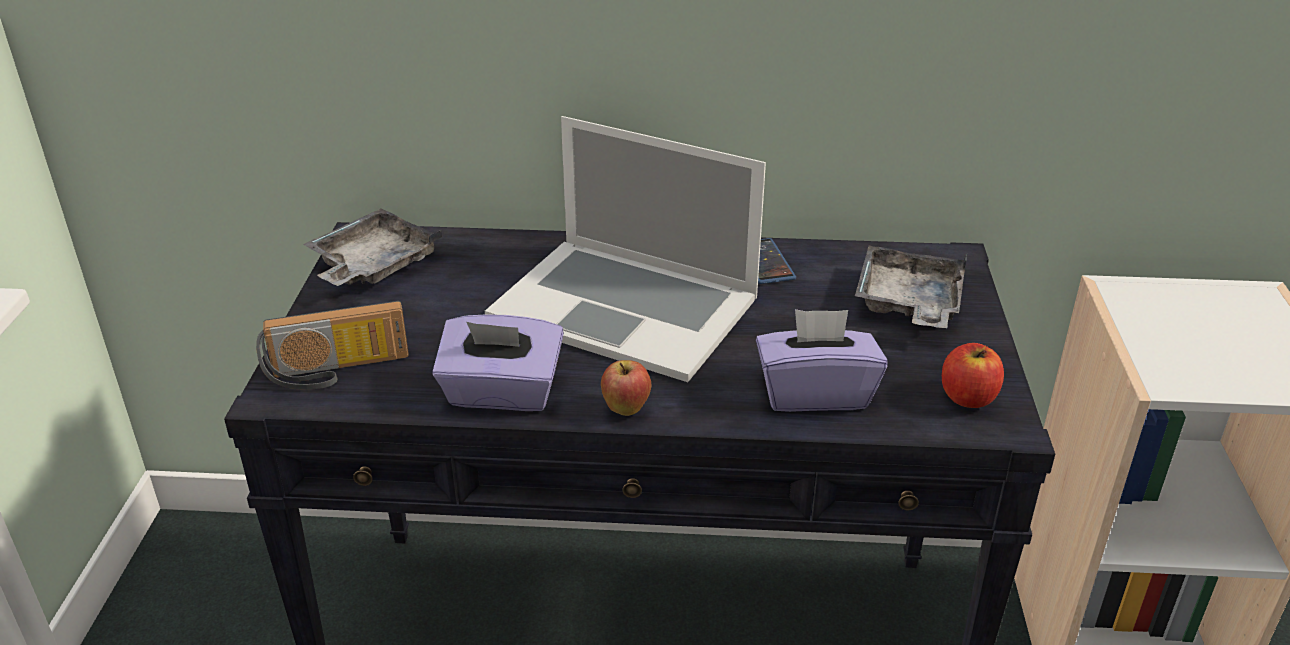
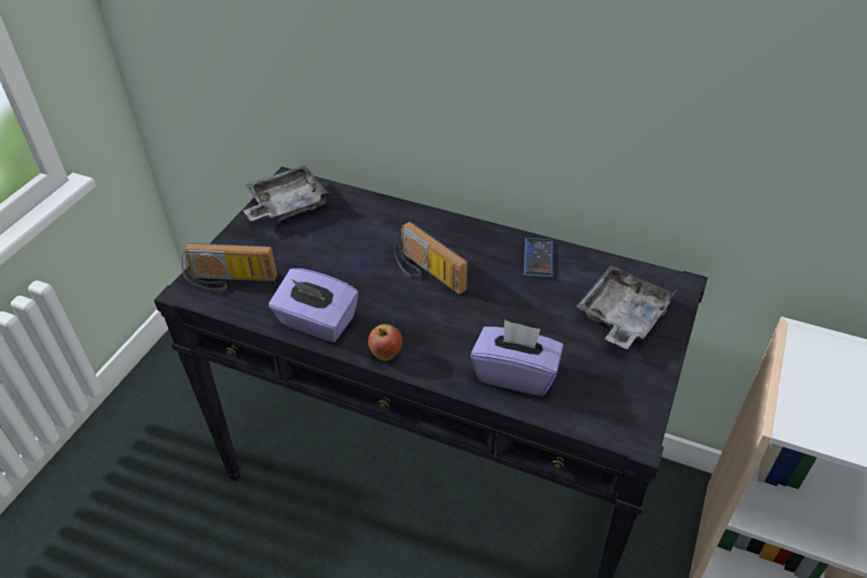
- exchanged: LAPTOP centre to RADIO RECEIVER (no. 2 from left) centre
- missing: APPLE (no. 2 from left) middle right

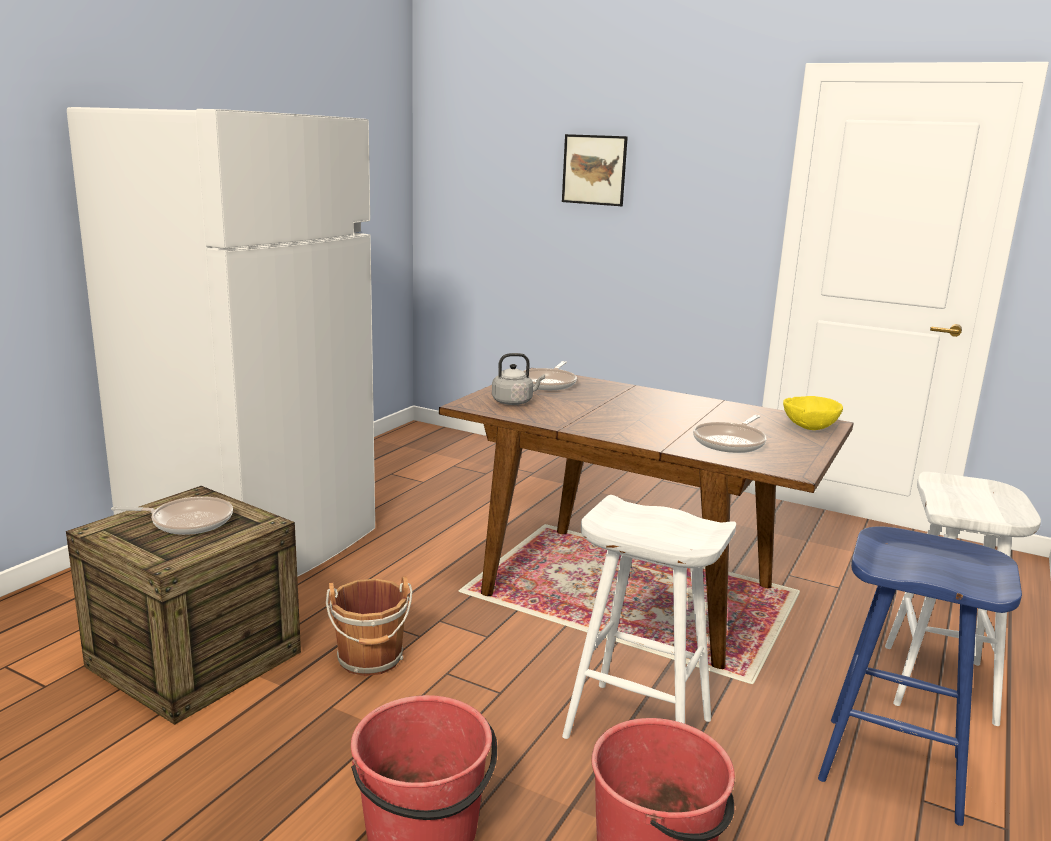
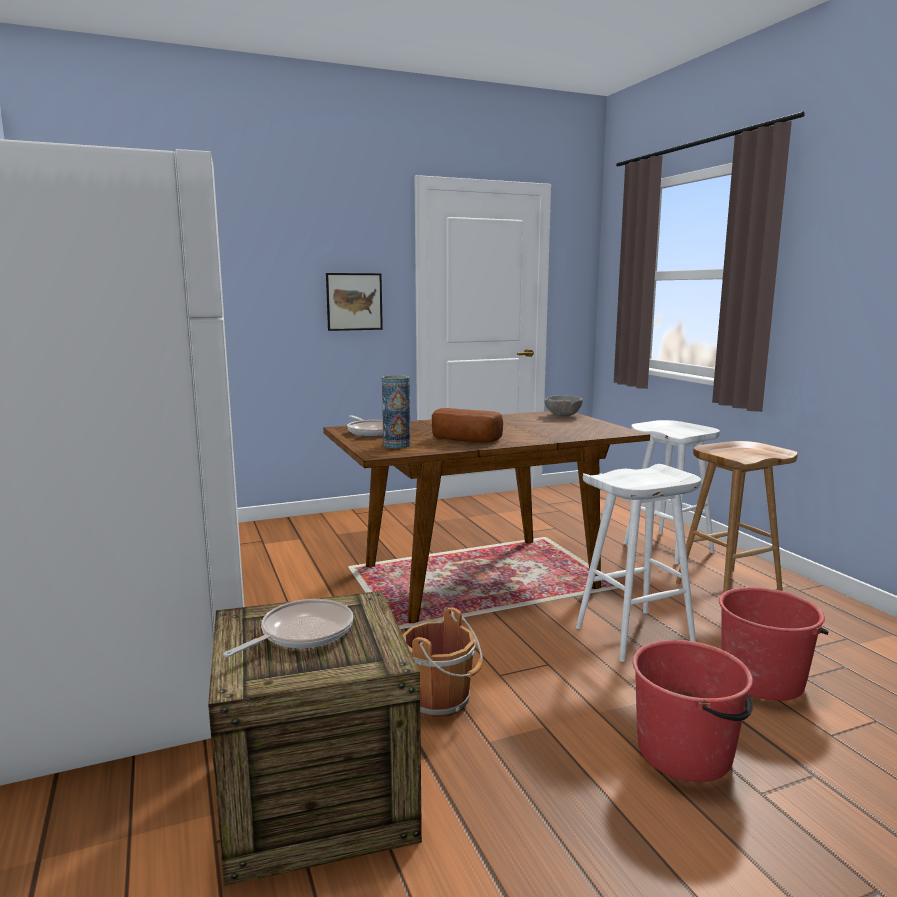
- exchanged: GREYISH KETTLE centre to FLOWER VASE centre
- relocated: PICTURE top centre to centre
- missing: FRYING PAN (no. 3 from left) middle right
- colour: YELLOW BOWL middle right to GREYISH BOWL centre
- colour: BLUISH STOOL SEAT bottom right to BROWNISH STOOL SEAT middle right
- appeared: BAKERY BREAD centre

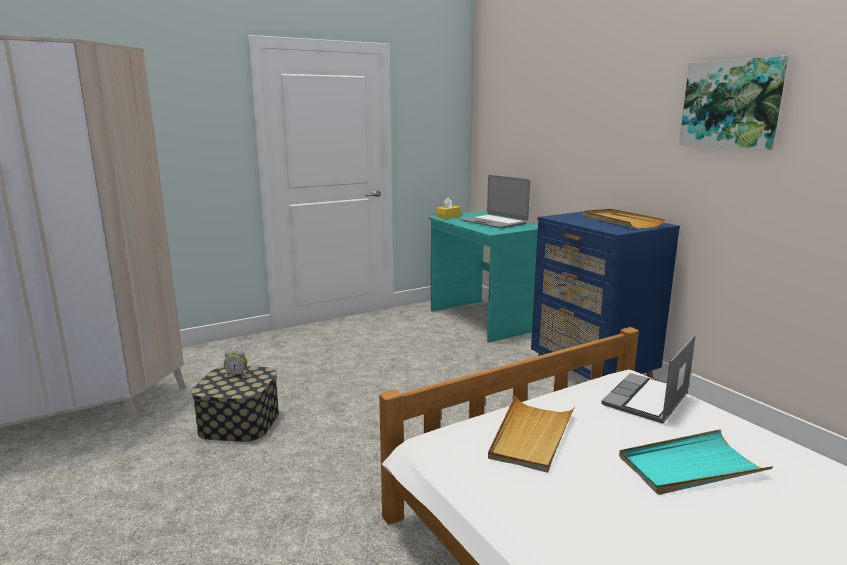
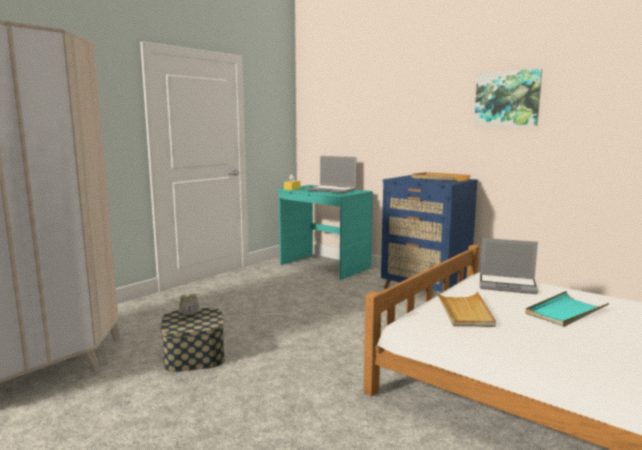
- spun: LAPTOP (no. 2 from left) bottom right = middle right 90 degrees counterclockwise

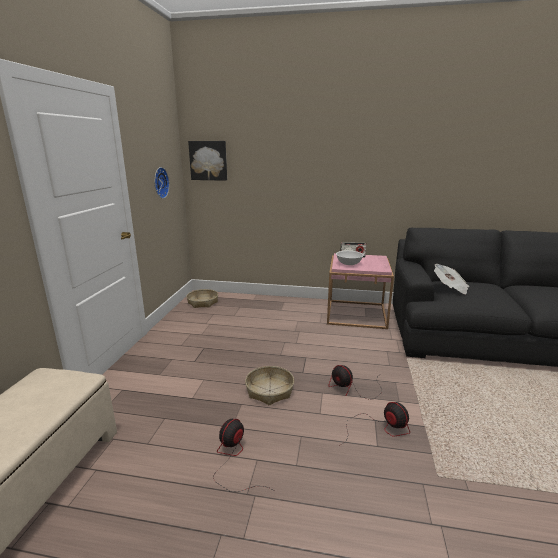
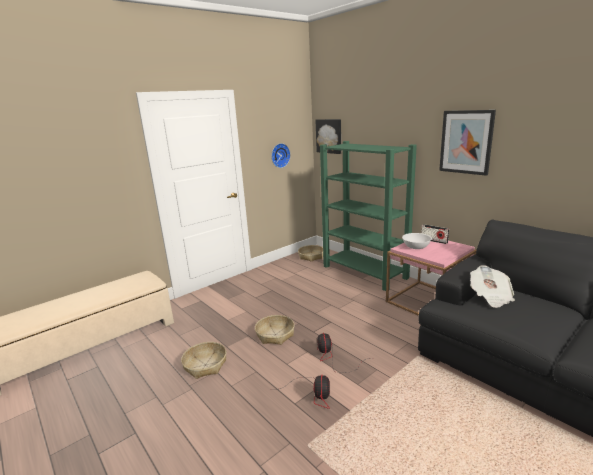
- exchanged: COOLING FAN (no. 1 from left) bottom centre to STORAGE BASKET (no. 1 from left) bottom centre
- appeared: GREEN BOOKCASE centre
- appeared: PICTURE (no. 2 from left) top right

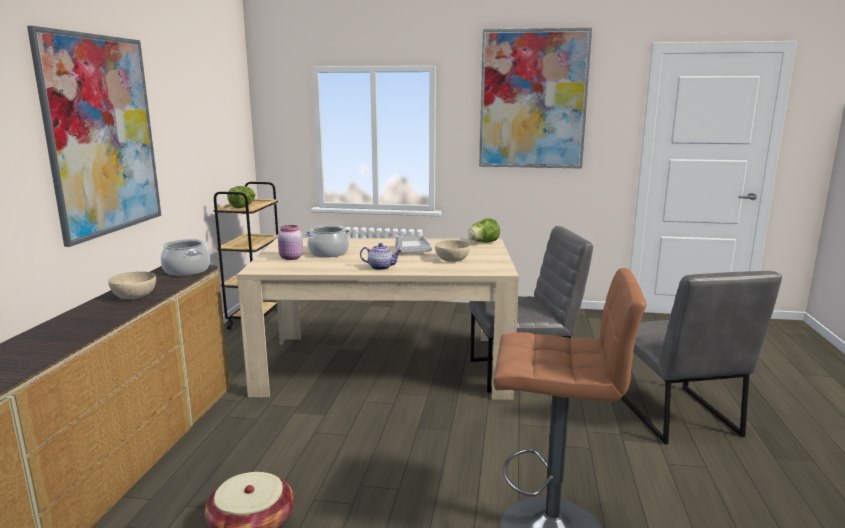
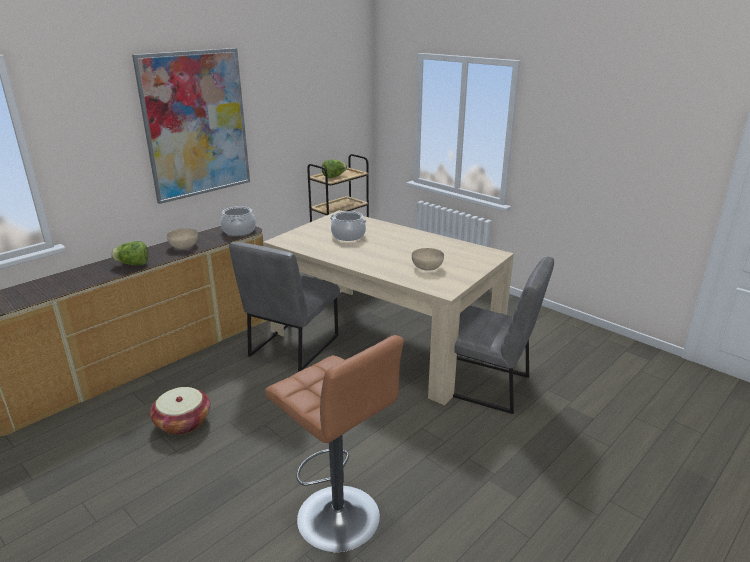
- missing: PINK-COLOURED JAR centre
- missing: TEAPOT centre
- missing: GREYISH TRAY centre
- relocated: LETTUCE (no. 2 from left in the first image) centre to LETTUCE (no. 1 from left) middle left
- missing: PICTURE (no. 2 from left) top centre
- relocated: GREYISH PLAIN CHAIR (no. 2 from left in the first image) bottom right to GREYISH PLAIN CHAIR (no. 1 from left) centre

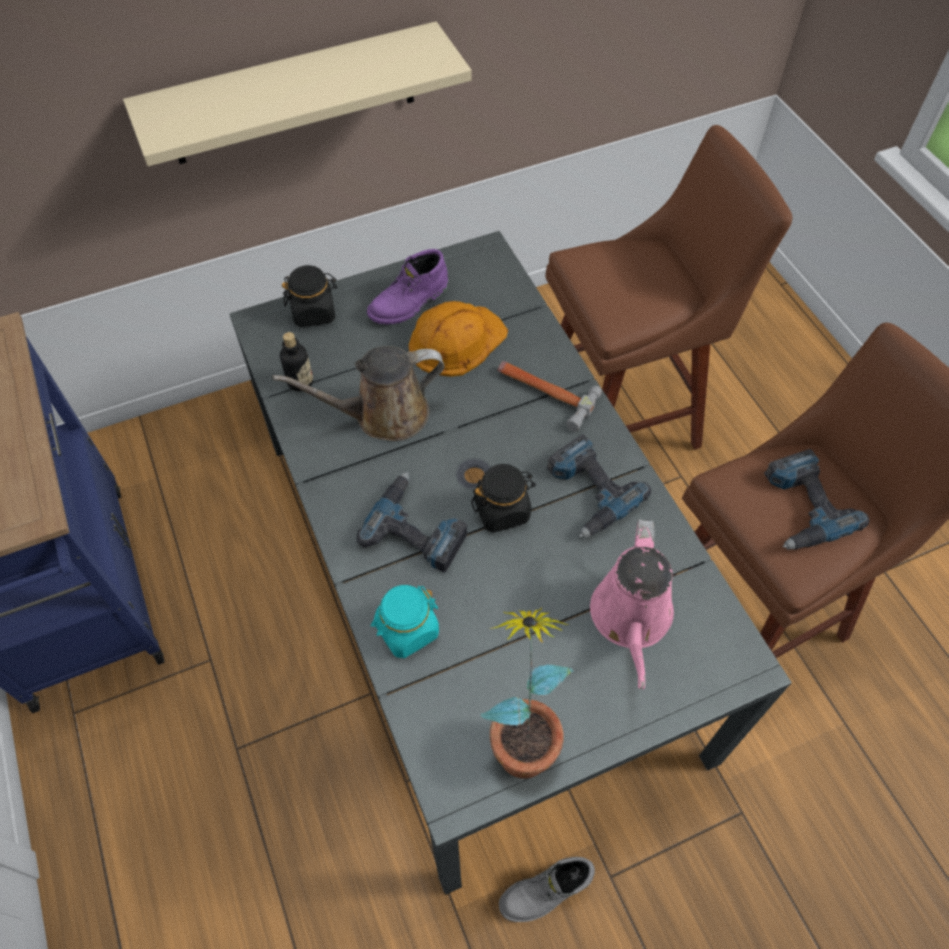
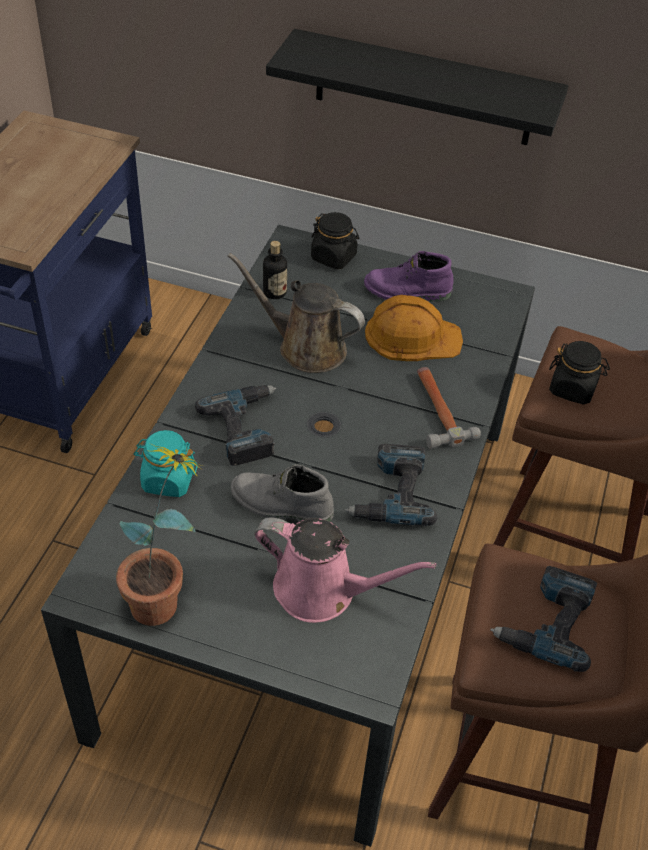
- colour: SAND-COLOURED SHELF top left to BLACK-COLOURED SHELF top centre
- relocated: BLACK-COLOURED JAR (no. 2 from left) centre to middle right
- relocated: GREYISH TALL BOOT bottom centre to centre
- spun: PINK-COLOURED SPRINKLING CAN centre = bottom centre 120 degrees counterclockwise

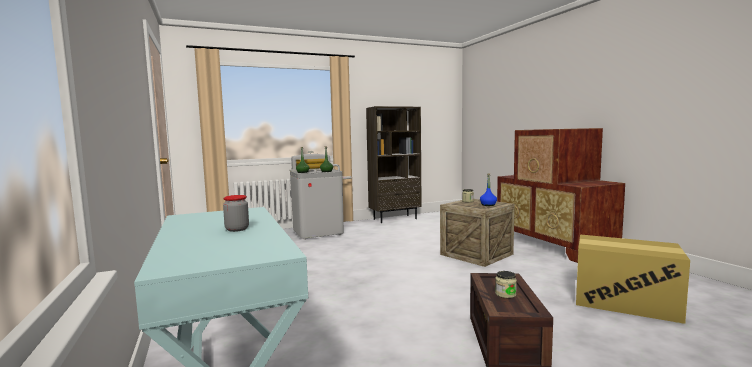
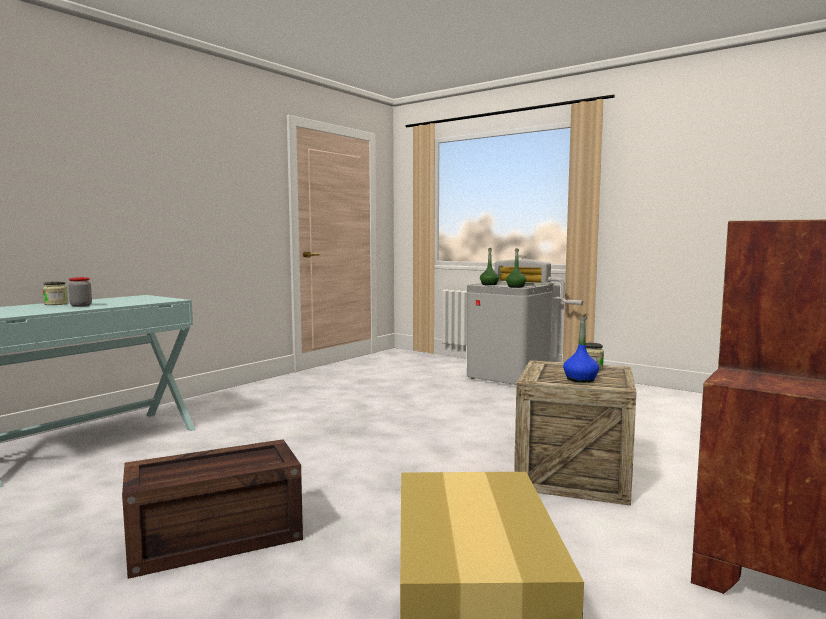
- missing: BROWNISH BOOKCASE centre
- relocated: JAR (no. 3 from left in the first image) bottom right to JAR (no. 1 from left) middle left

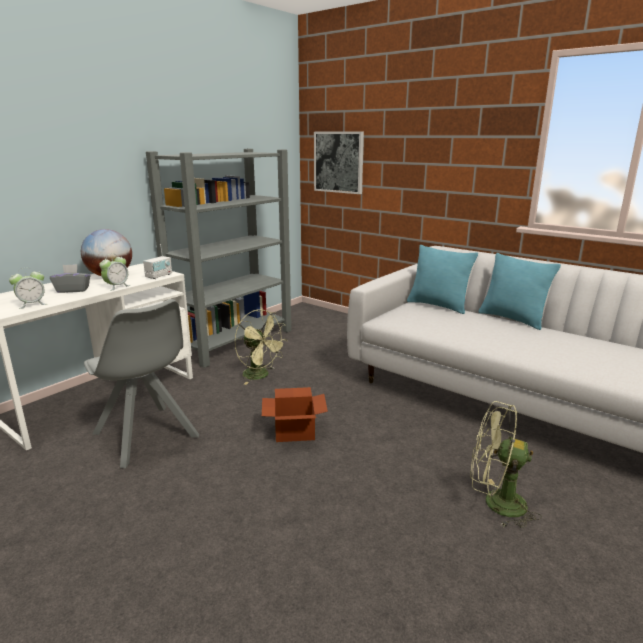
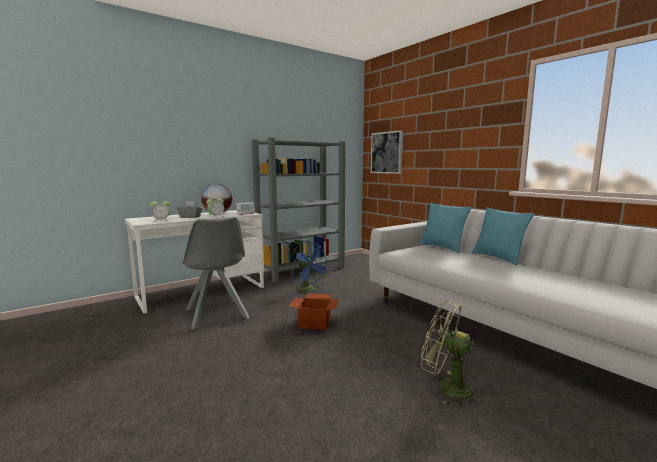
- colour: GREEN COOLING FAN (no. 1 from left) centre to BLUISH COOLING FAN centre

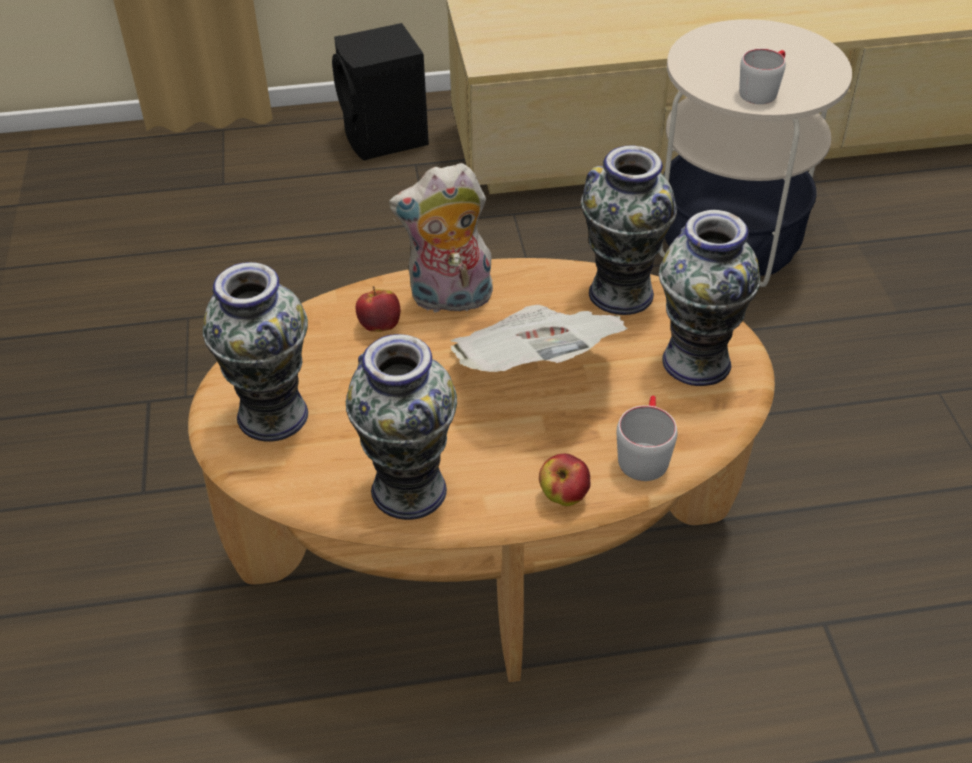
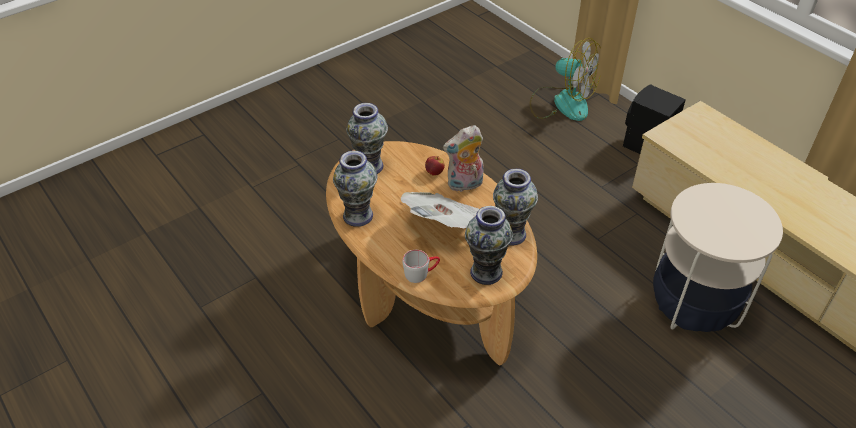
- spun: SOFT TOY top centre = centre 75 degrees counterclockwise
- missing: APPLE (no. 2 from left) centre
- missing: GREYISH MUG (no. 2 from left) top right
- appeared: COOLING FAN top centre

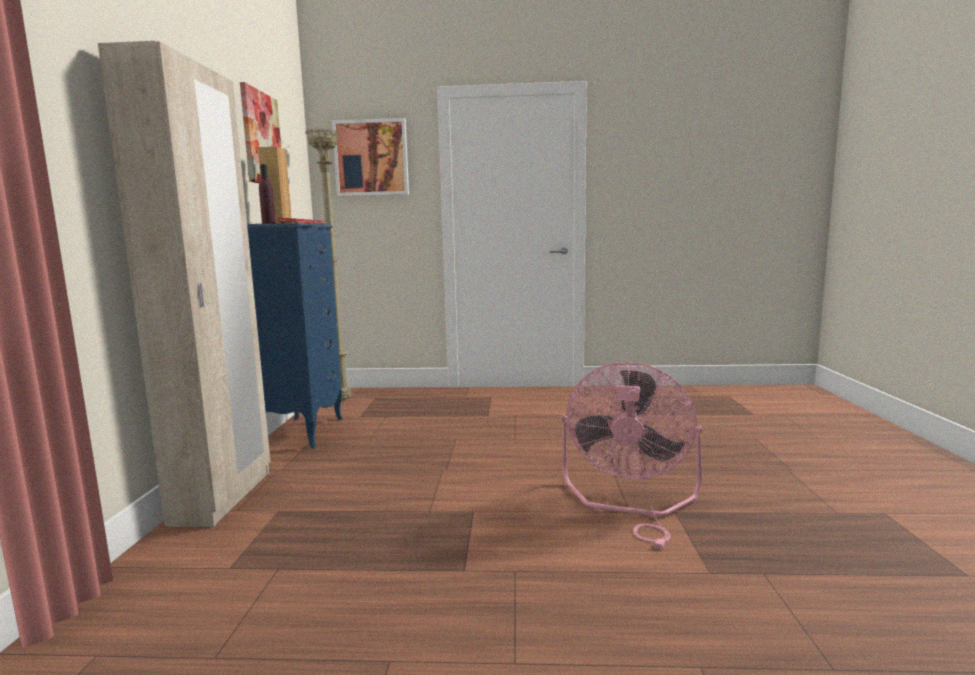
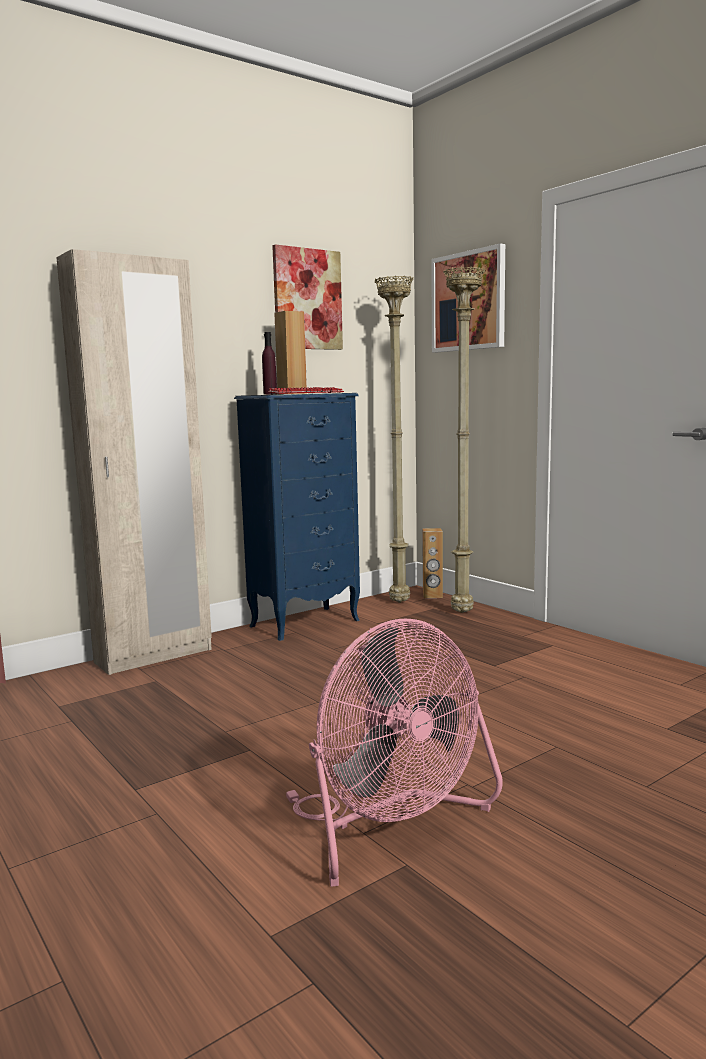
- spun: PINK-COLOURED COOLING FAN bottom centre = bottom centre 75 degrees clockwise
- appeared: BROWNISH LOUDSPEAKER (no. 2 from left) centre
- appeared: SAND-COLOURED STANDARD LAMP (no. 2 from left) centre

